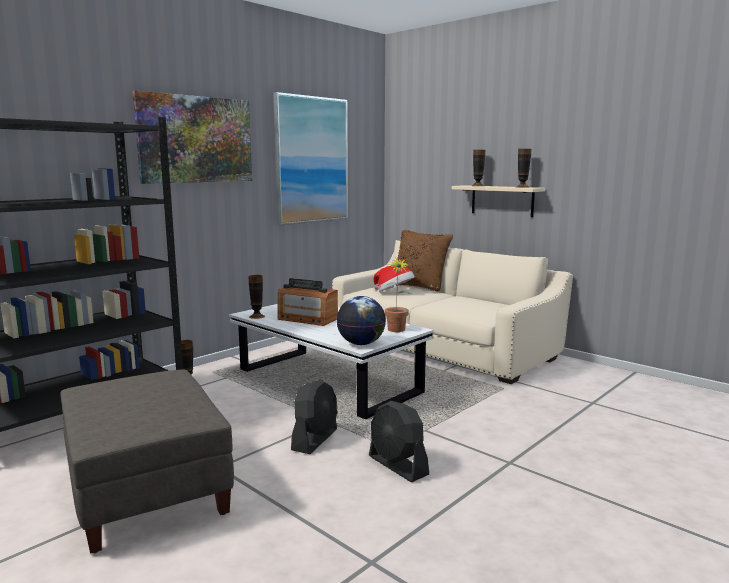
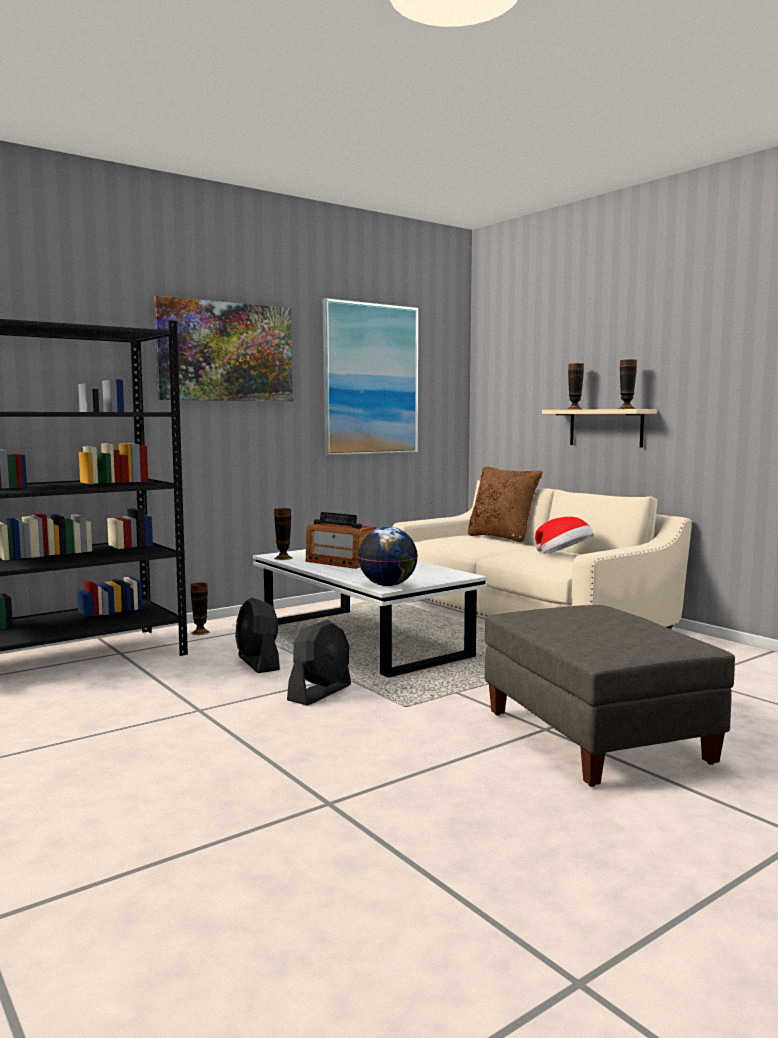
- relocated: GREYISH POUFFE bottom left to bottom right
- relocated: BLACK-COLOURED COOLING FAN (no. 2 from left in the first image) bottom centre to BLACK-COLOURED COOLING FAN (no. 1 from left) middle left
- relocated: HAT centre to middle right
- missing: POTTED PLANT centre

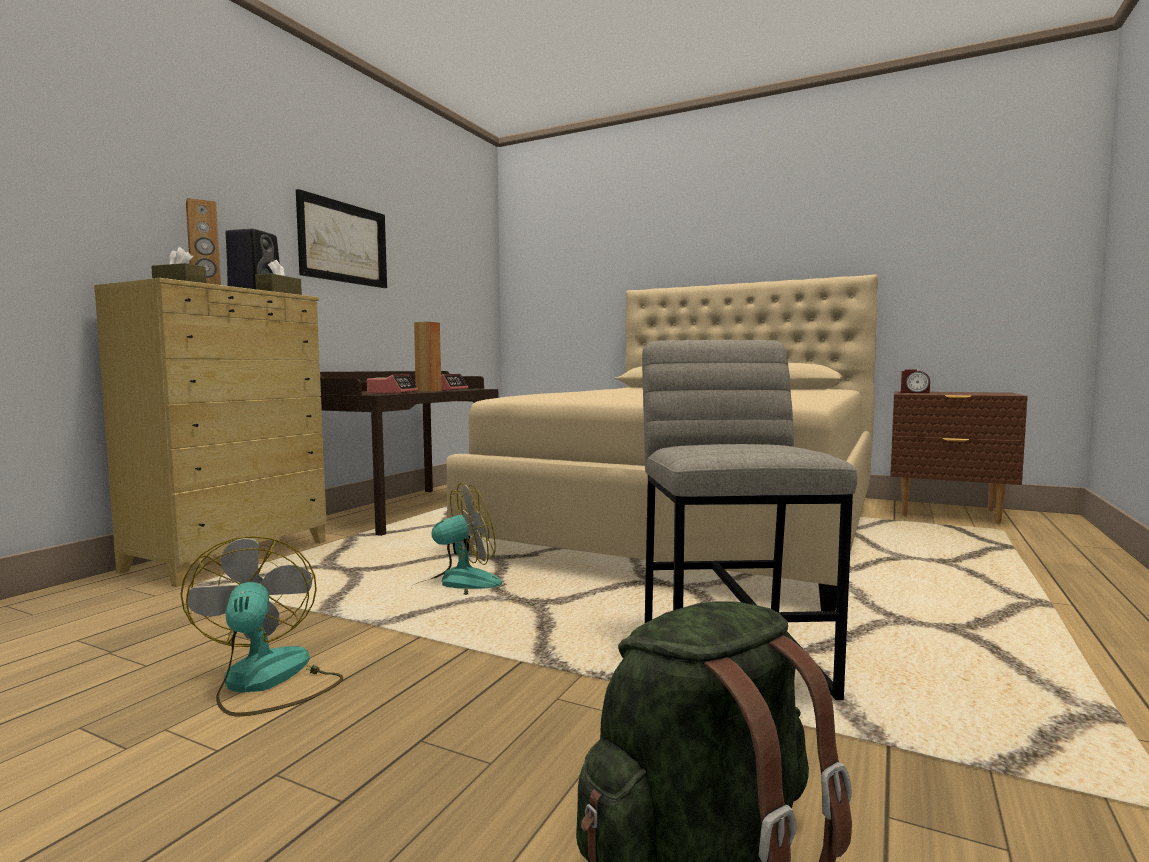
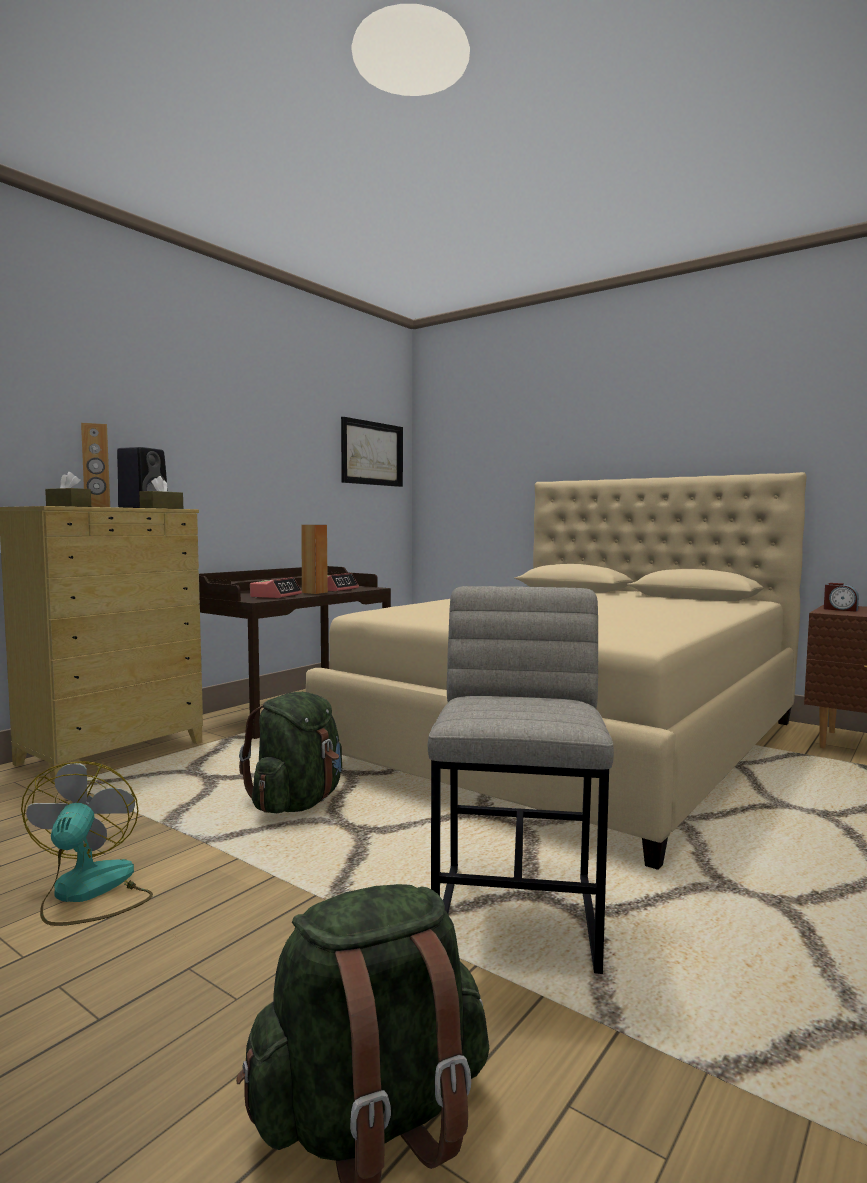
- relocated: PICTURE top left to centre
- exchanged: COOLING FAN (no. 2 from left) centre to GREEN RUCKSACK (no. 1 from left) centre

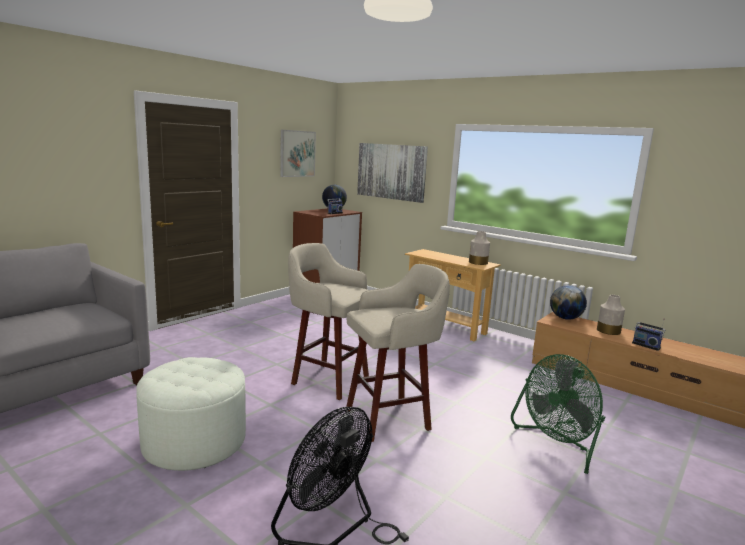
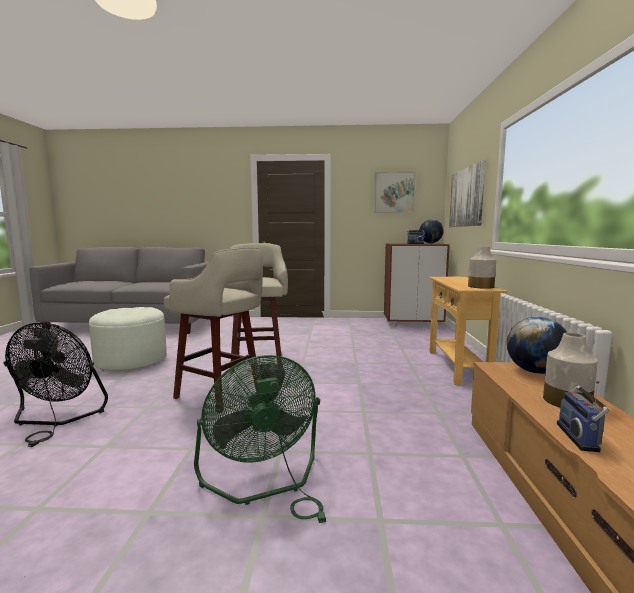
- spun: GREEN COOLING FAN bottom right = bottom centre 45 degrees clockwise

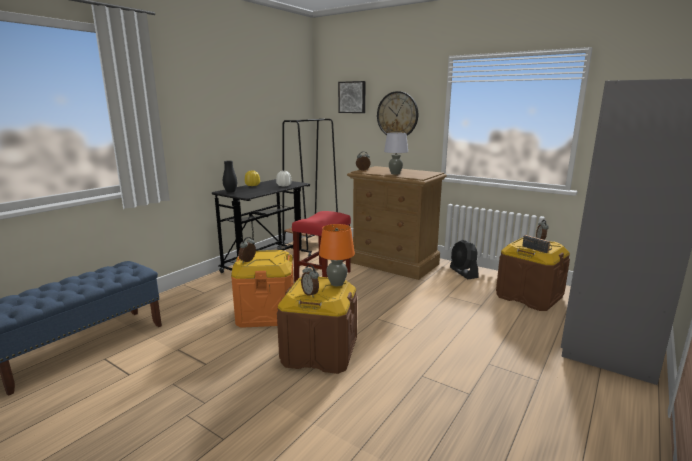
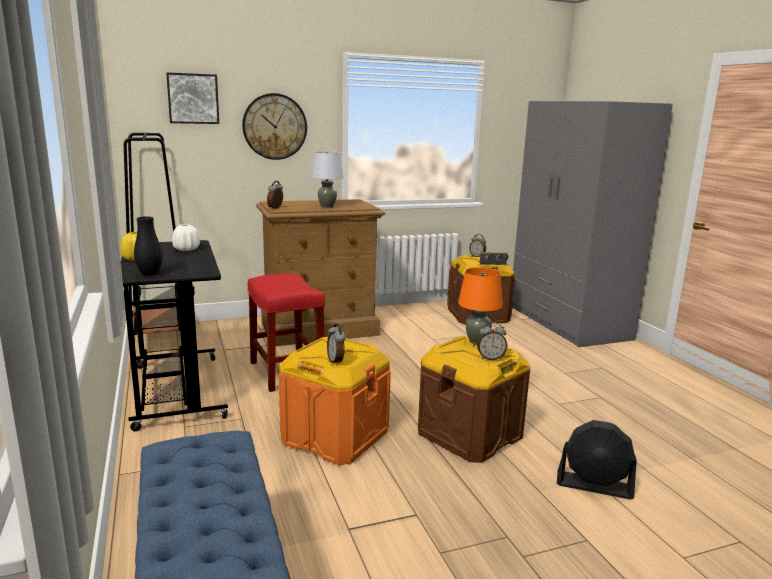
- relocated: BLACK-COLOURED COOLING FAN middle right to bottom right

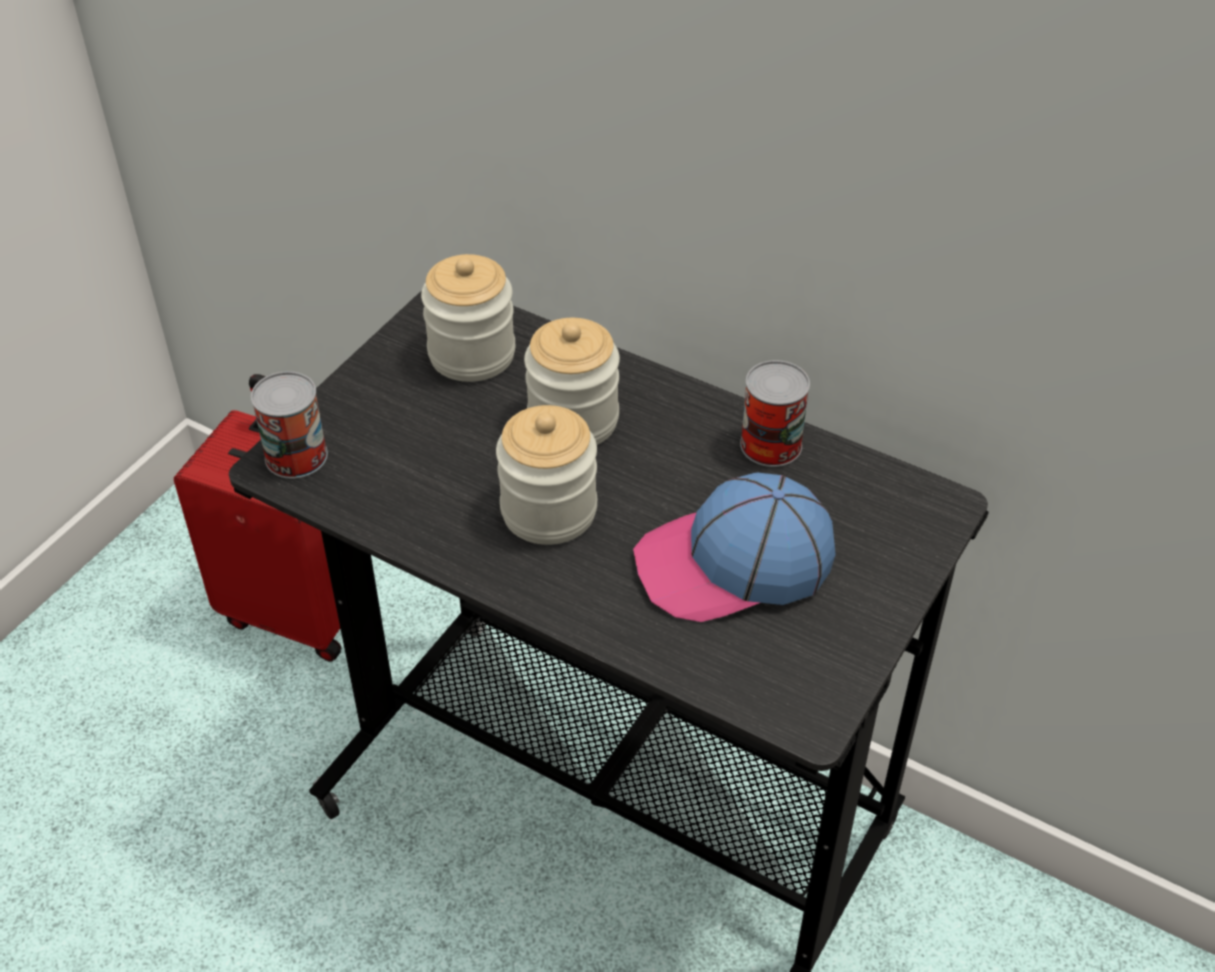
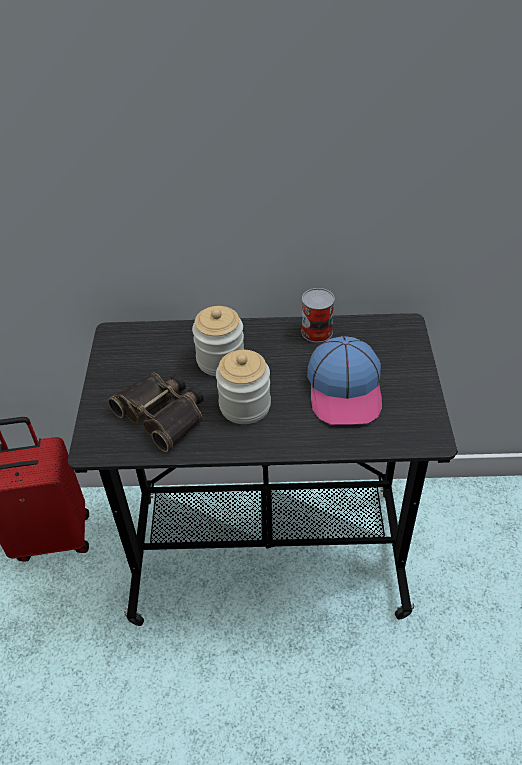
- missing: CAN (no. 1 from left) middle left
- missing: JAR (no. 1 from left) top centre
- spun: CAP centre = centre 45 degrees counterclockwise
- appeared: FIELD GLASSES middle left

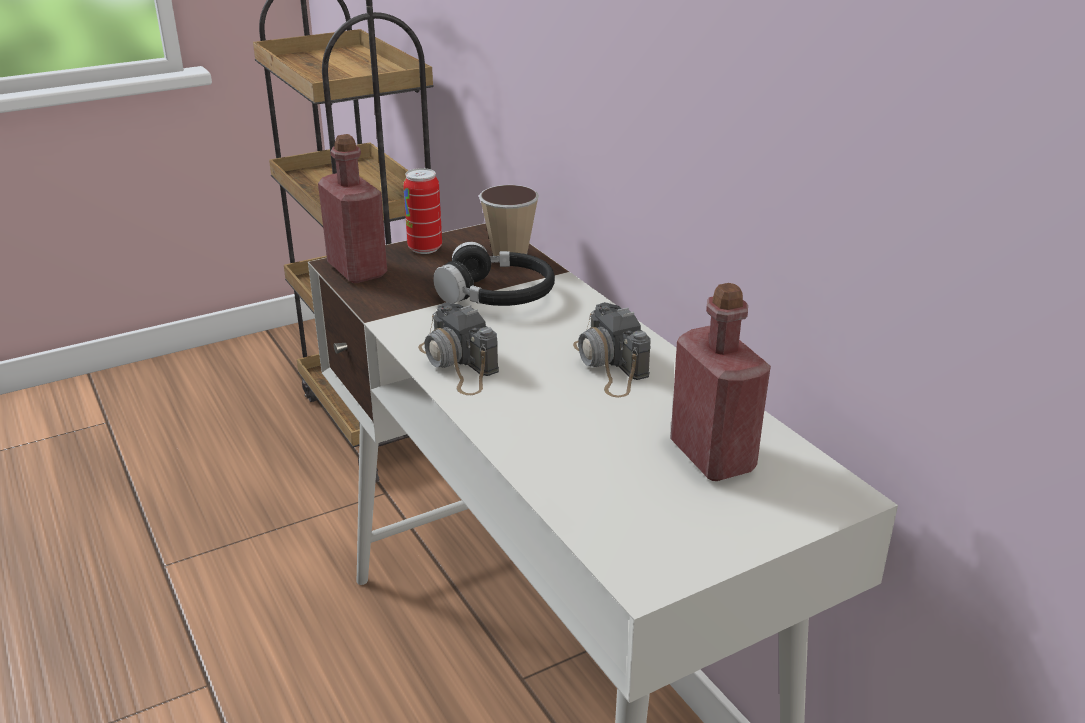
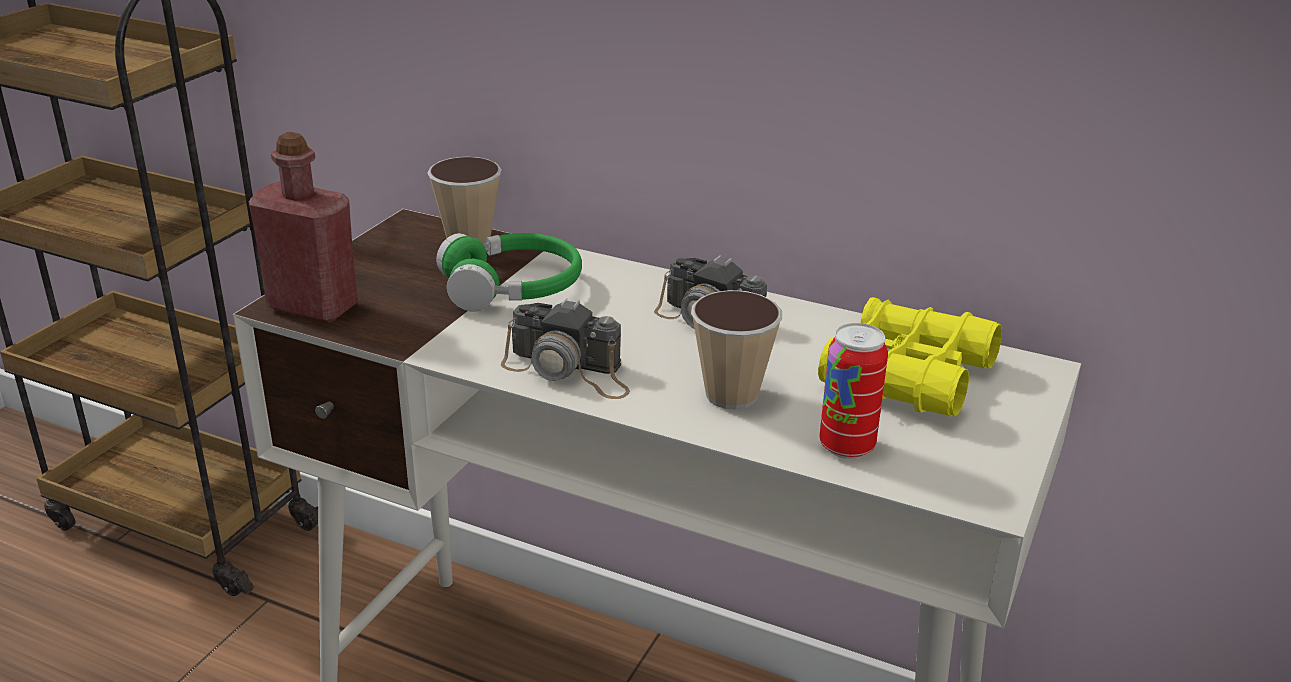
- relocated: CAN top centre to centre
- colour: BLACK-COLOURED HEADPHONES centre to GREEN HEADPHONES centre
- exchanged: RED BOTTLE (no. 2 from left) centre to YELLOW FIELD GLASSES middle right
- appeared: DRINKING CUP (no. 2 from left) centre

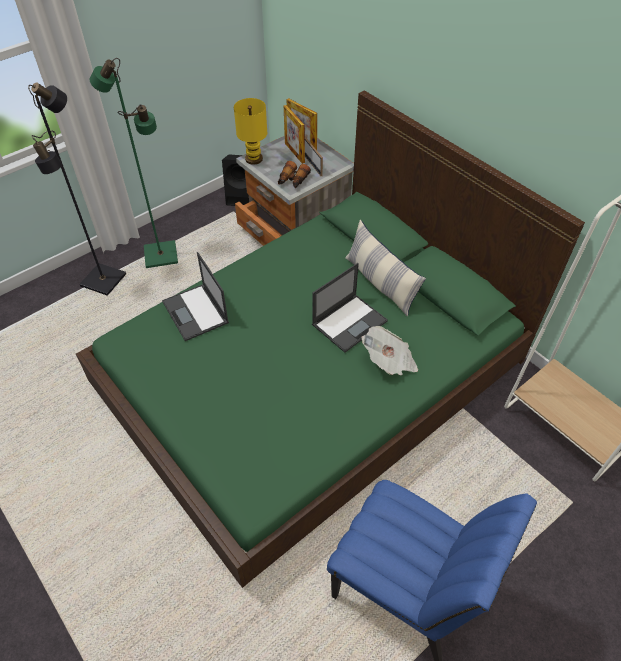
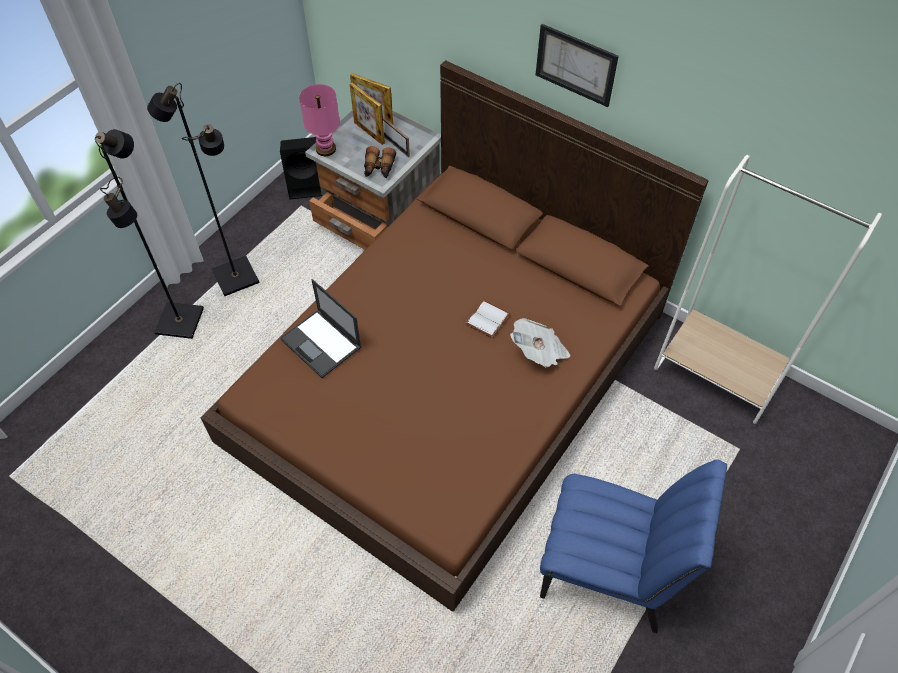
- colour: GREEN SLEEPING BED centre to BROWNISH SLEEPING BED centre
- colour: GREEN STANDARD LAMP top left to BLACK-COLOURED STANDARD LAMP (no. 2 from left) top left
- colour: YELLOW TABLETOP LAMP top centre to PINK-COLOURED TABLETOP LAMP top centre
- exchanged: LAPTOP (no. 2 from left) centre to WHITISH BOOK centre
- missing: THROW PILLOW centre
- appeared: PICTURE top centre

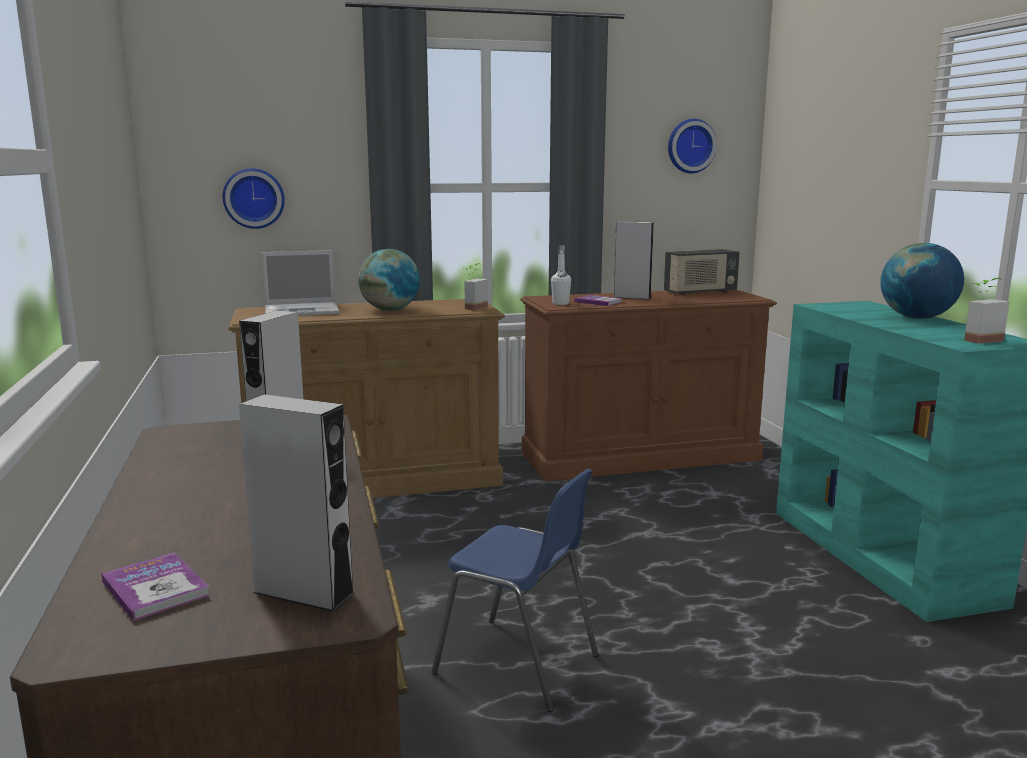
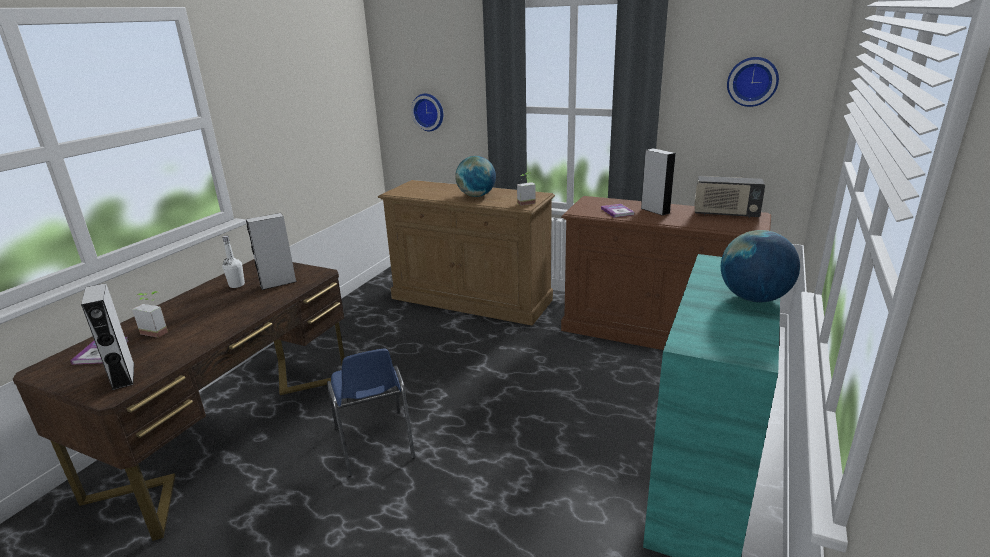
- missing: LAPTOP middle left
- relocated: WHITISH BOTTLE centre to middle left
- relocated: POTTED PLANT (no. 2 from left in the first image) middle right to POTTED PLANT (no. 1 from left) middle left

